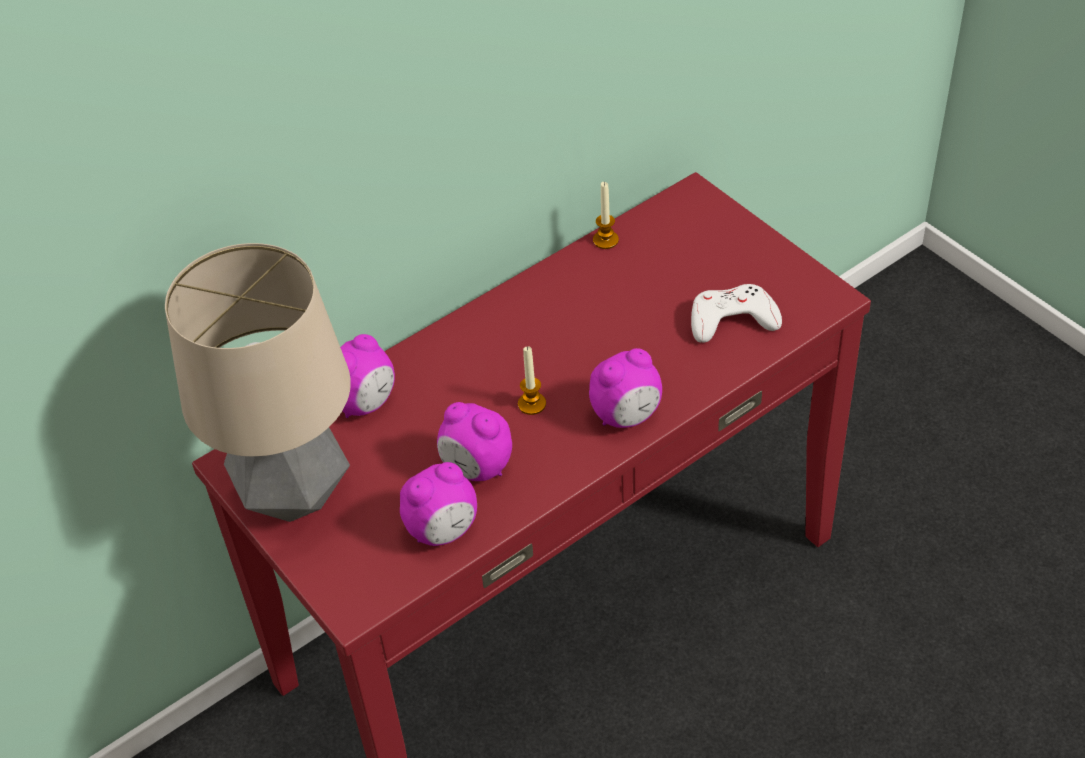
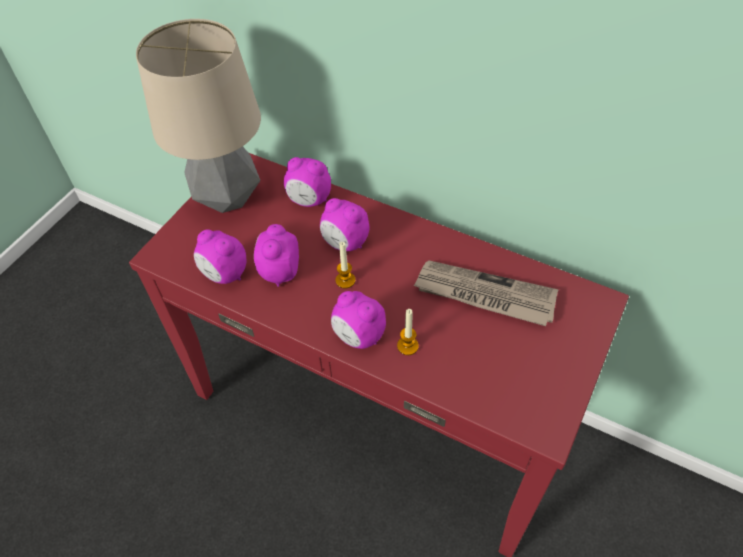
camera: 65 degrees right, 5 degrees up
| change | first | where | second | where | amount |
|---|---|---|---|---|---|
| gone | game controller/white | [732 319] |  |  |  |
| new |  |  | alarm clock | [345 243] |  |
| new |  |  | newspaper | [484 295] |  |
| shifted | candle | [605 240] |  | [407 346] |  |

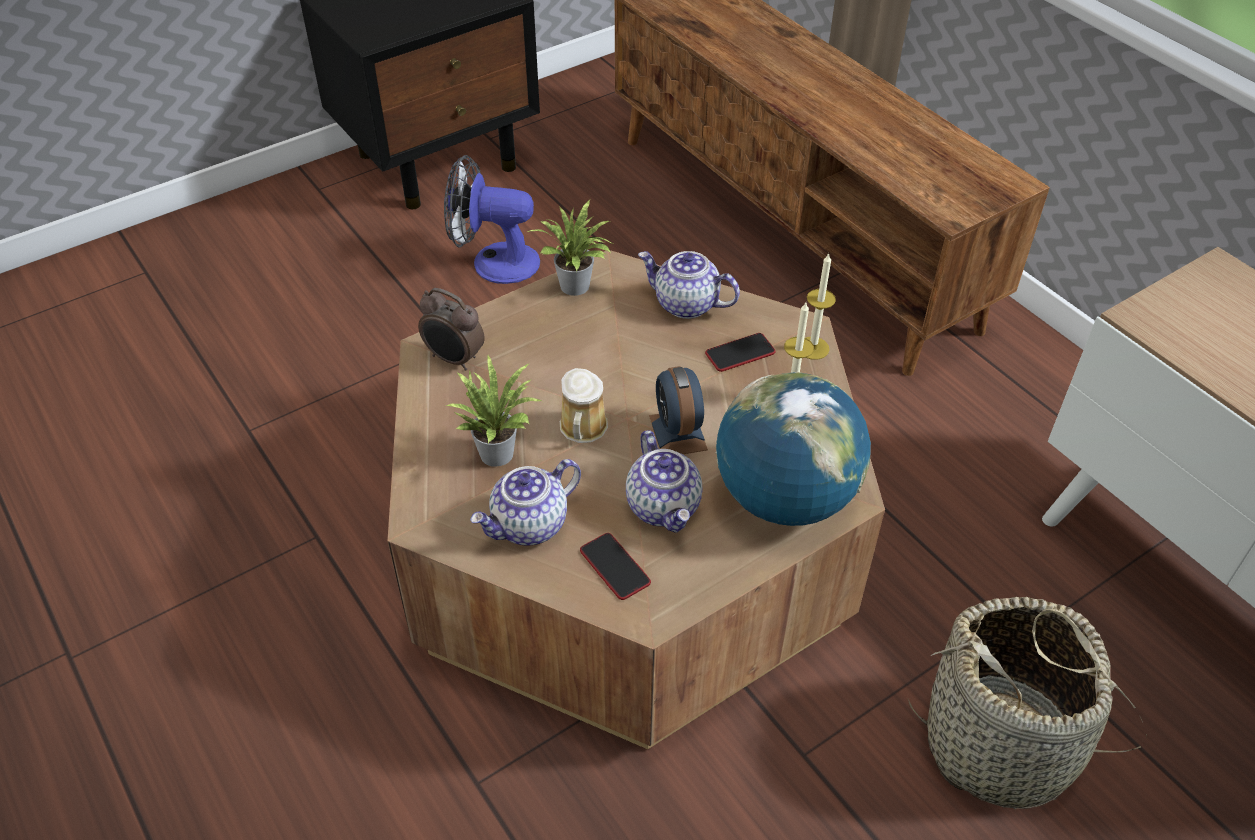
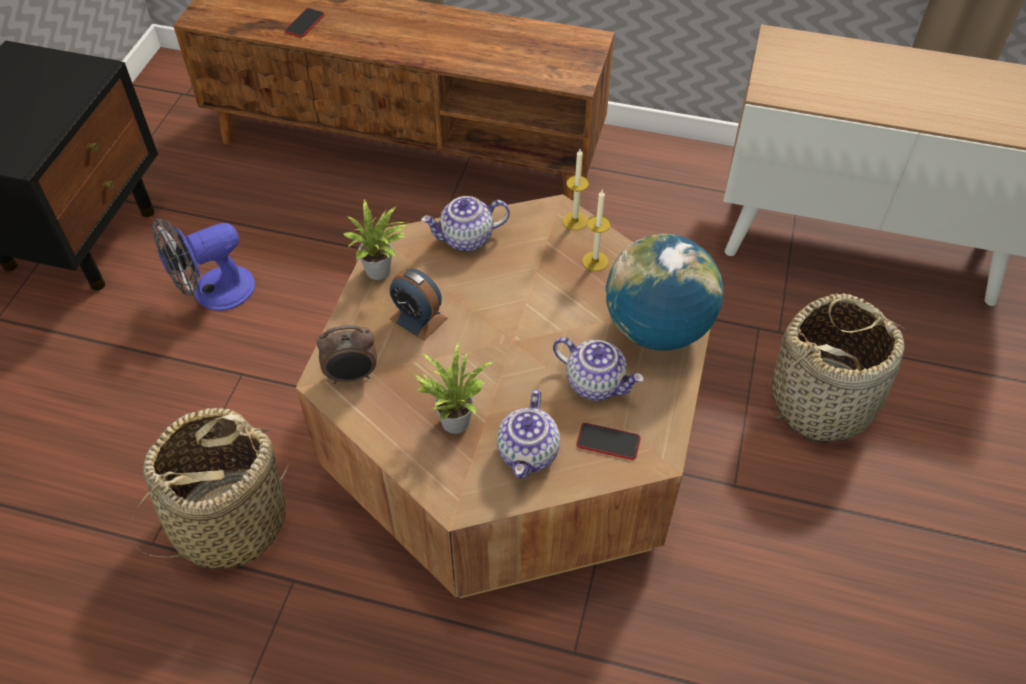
camera: 40 degrees left, 5 degrees up
| change | first | where | second | where | amount |
|---|---|---|---|---|---|
| gone | mug | [583 429] |  |  |  |
| new |  |  | basket | [229 521] |  |
| shifted | alarm clock | [677 432] |  | [418 318] |  |
| shifted | phone | [740 353] |  | [305 23] |  |

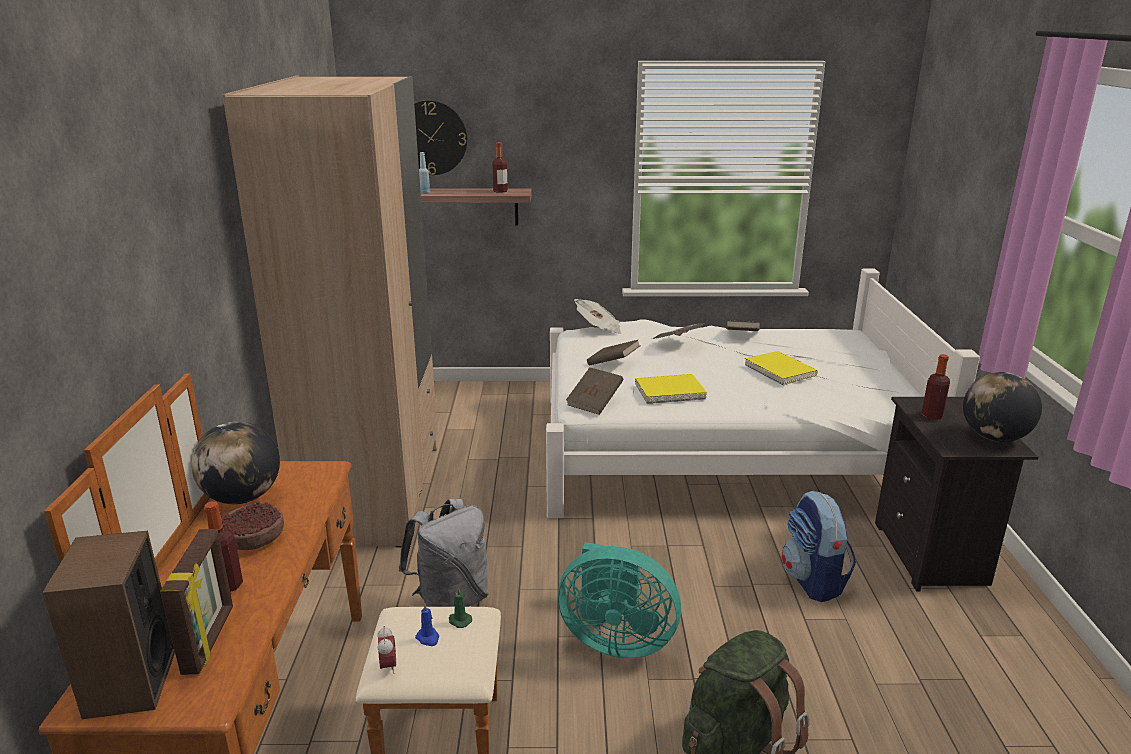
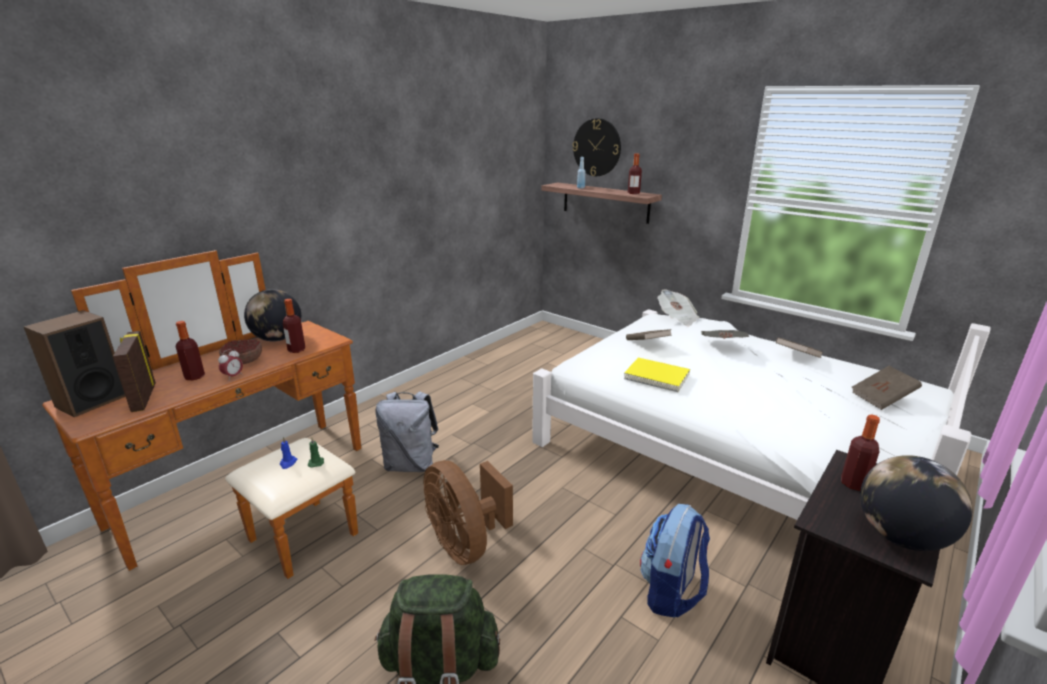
camera: 40 degrees right, 0 degrees up
| change | first | where | second | where | amount |
|---|---|---|---|---|---|
| gone | wardrobe/beige | [373 493] |  |  |  |
| gone | book/yellow | [780 371] |  |  |  |
| new |  |  | bottle | [296 350] |  |
| shifted | alarm clock | [388 666] |  | [233 376] |  |
| shifted | book/brown | [594 402] |  | [882 398] |  |
| repainted | fan/turquoise | [616 640] | fan/brown | [465 543] |  |
| rotated | picture frame | [210 640] |  | [143 398] | 120 degrees clockwise |

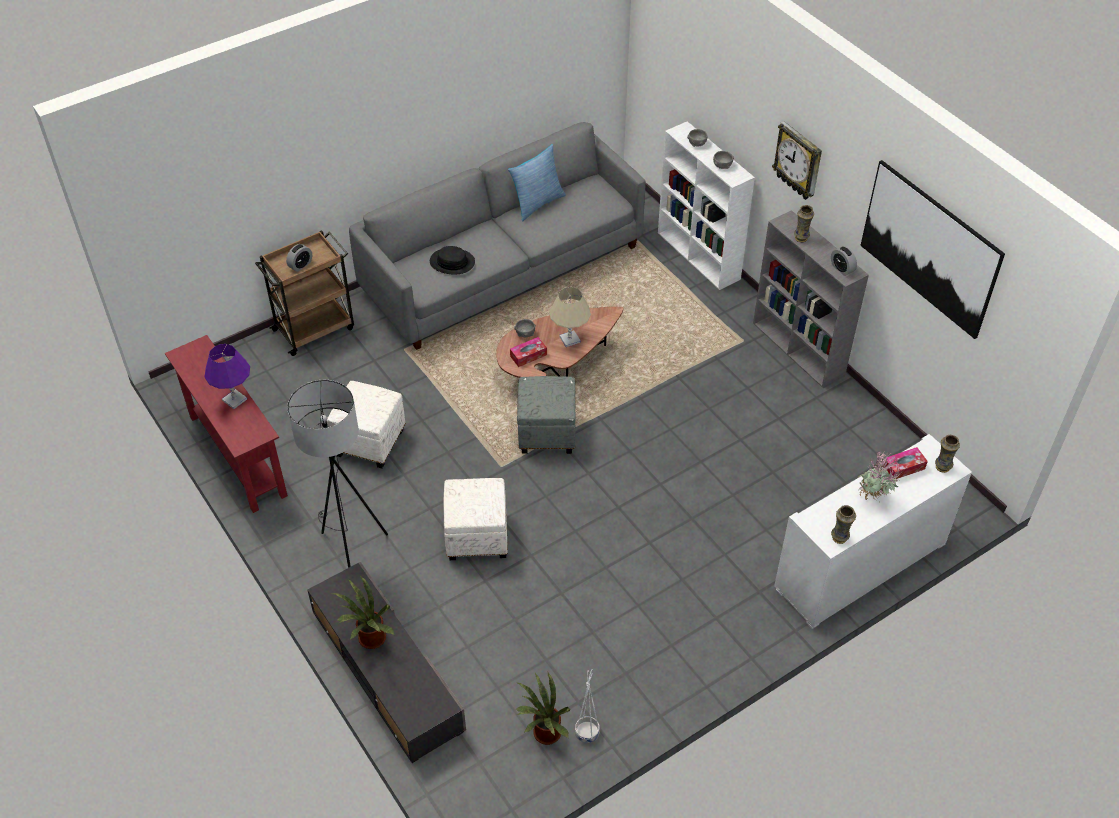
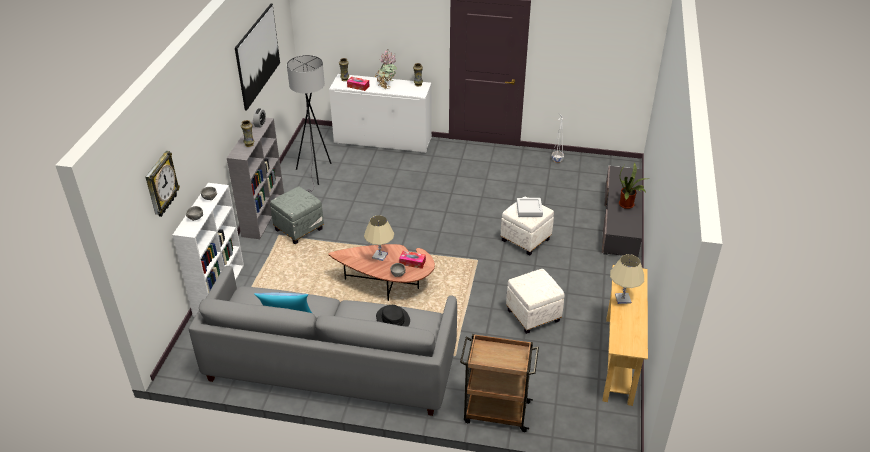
camera: 135 degrees left, 10 degrees down
| change | first | where | second | where | amount |
|---|---|---|---|---|---|
| gone | alarm clock | [300 265] |  |  |  |
| gone | potted plant | [544 733] |  |  |  |
| new |  |  | tray/grey | [529 209] |  |
| shifted | floor lamp/grey | [348 547] |  | [316 174] |  |
| shifted | ottoman/grey | [547 434] |  | [299 229] |  |
| shifted | wall clock | [798 161] |  | [160 184] |  |
| repainted | console table/red | [237 456] | console table/beige | [619 359] |  |
| repainted | table lamp/purple | [234 399] | table lamp/beige | [622 299] |  |

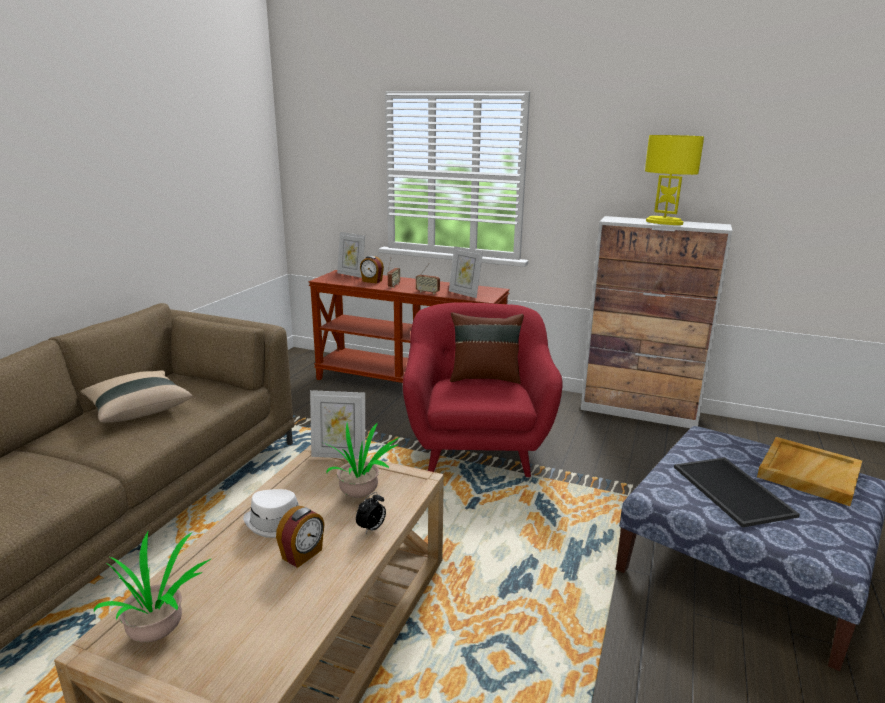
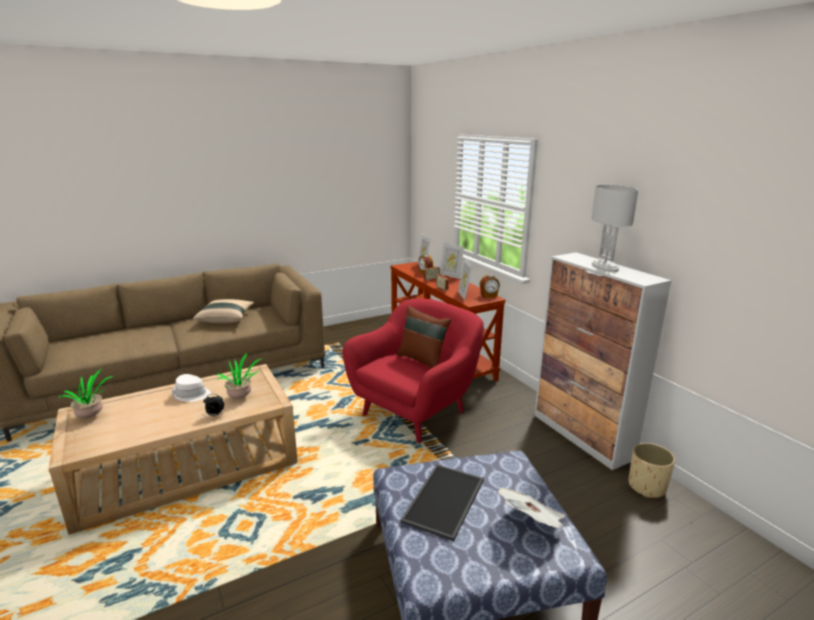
camera: 40 degrees right, 0 degrees up
| change | first | where | second | where | amount |
|---|---|---|---|---|---|
| new |  |  | planter/beige | [647 487] |  |
| shifted | alarm clock | [303 554] |  | [489 296] |  |
| shifted | picture frame | [339 455] |  | [451 275] |  |
| swapped | tray/beige | [808 473] | newspaper | [532 522] |  |
| repainted | table lamp/yellow | [663 222] | table lamp/white | [604 267] |  |

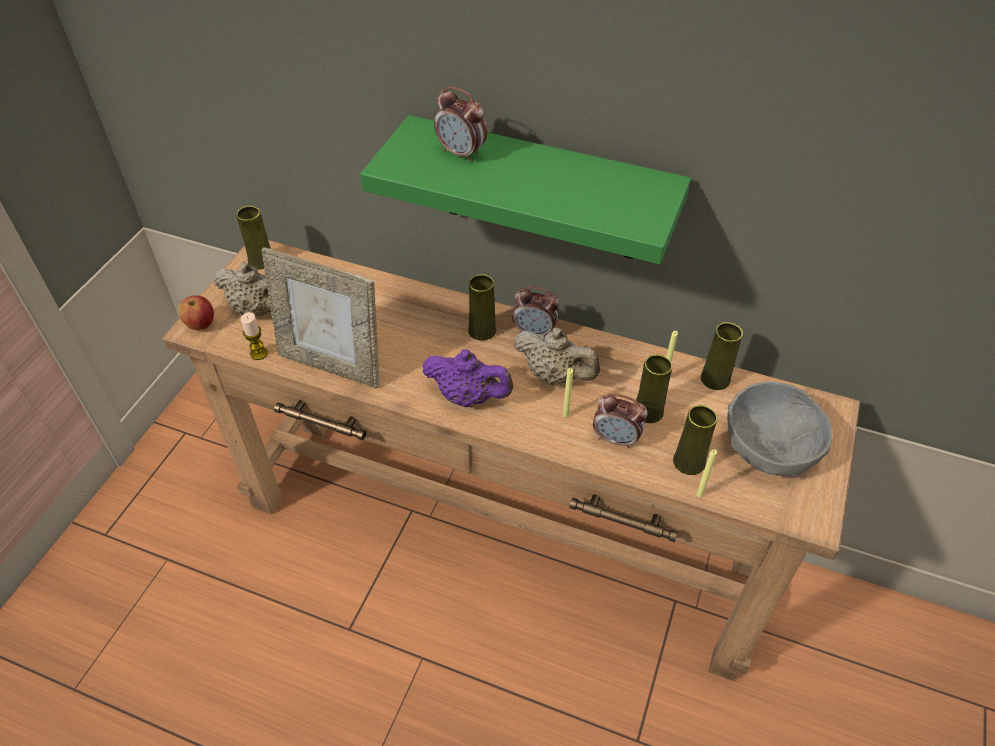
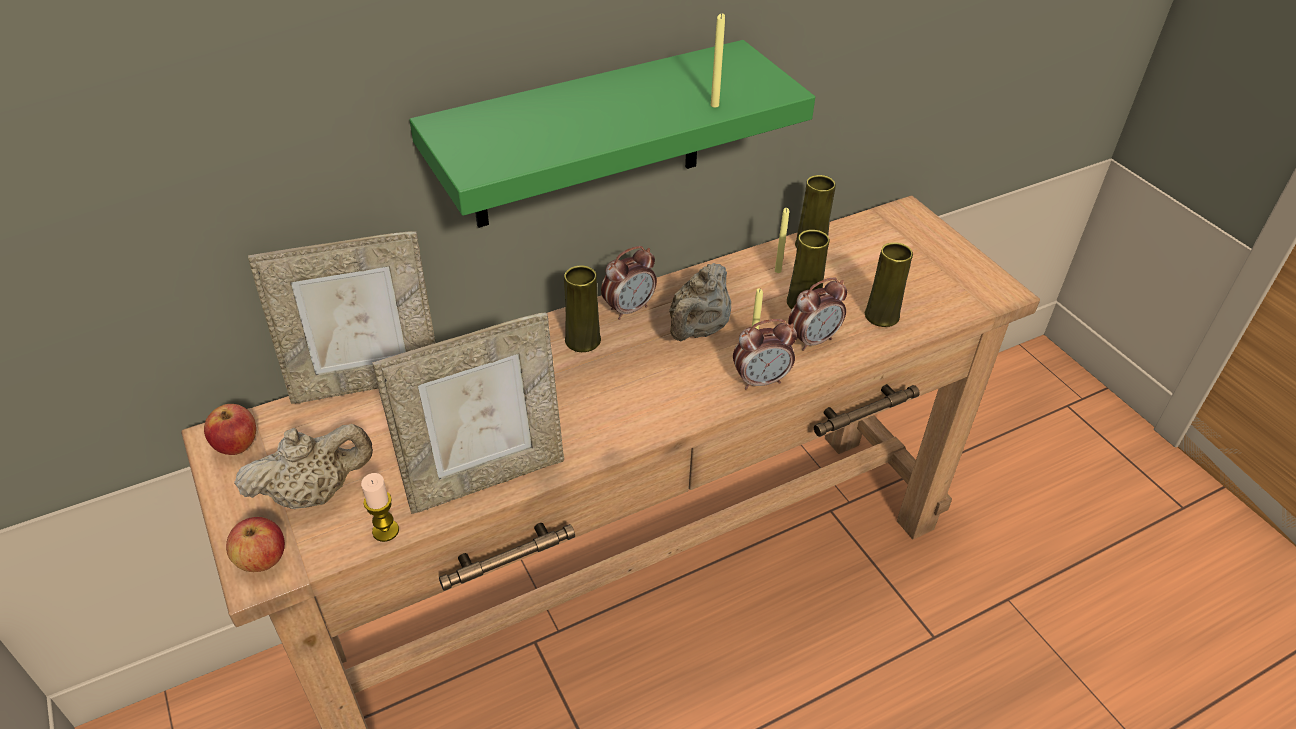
camera: 50 degrees left, 5 degrees down
| change | first | where | second | where | amount |
|---|---|---|---|---|---|
| gone | teapot/purple | [468 397] |  |  |  |
| gone | bowl/grey | [770 448] |  |  |  |
| new |  |  | picture frame | [367 382] |  |
| shifted | alarm clock | [461 153] |  | [761 380] |  |
| shifted | candle/yellow | [699 494] |  | [714 105] |  |
| swapped | vase/yellow | [261 261] | apple | [237 445] |  |
| rotated | teapot/beige | [555 375] |  | [698 330] | 135 degrees clockwise |

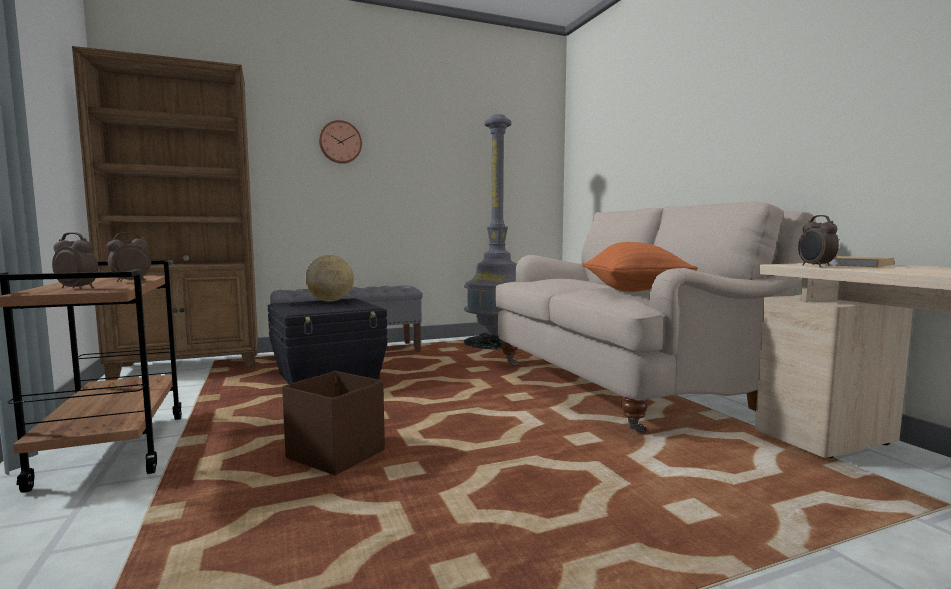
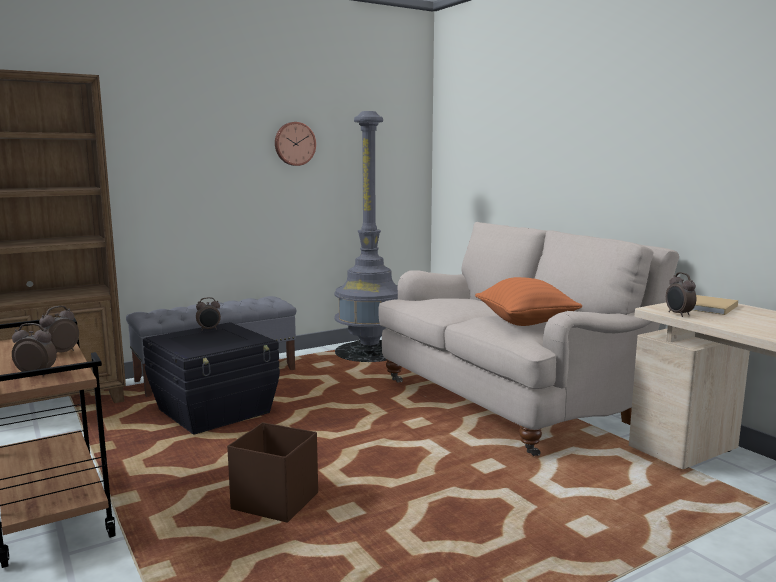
camera: 10 degrees left, 5 degrees up
| change | first | where | second | where | amount |
|---|---|---|---|---|---|
| shifted | wall clock | [340 142] |  | [294 144] |  |
| swapped | globe | [330 301] | alarm clock | [209 329] |  |

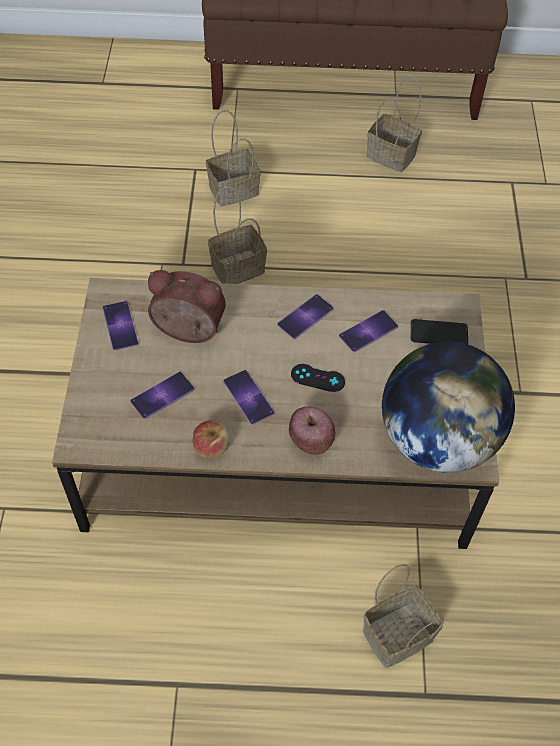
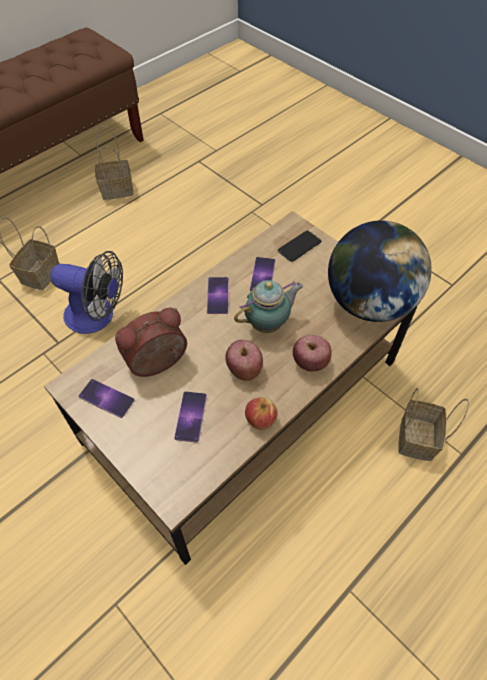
camera: 45 degrees left, 0 degrees up
| change | first | where | second | where | amount |
|---|---|---|---|---|---|
| swapped | basket | [239 267] | fan | [97 316] |  |
| swapped | phone | [248 397] | apple | [244 369] |  |
| swapped | game controller/black | [317 378] | teapot | [268 324] |  |

